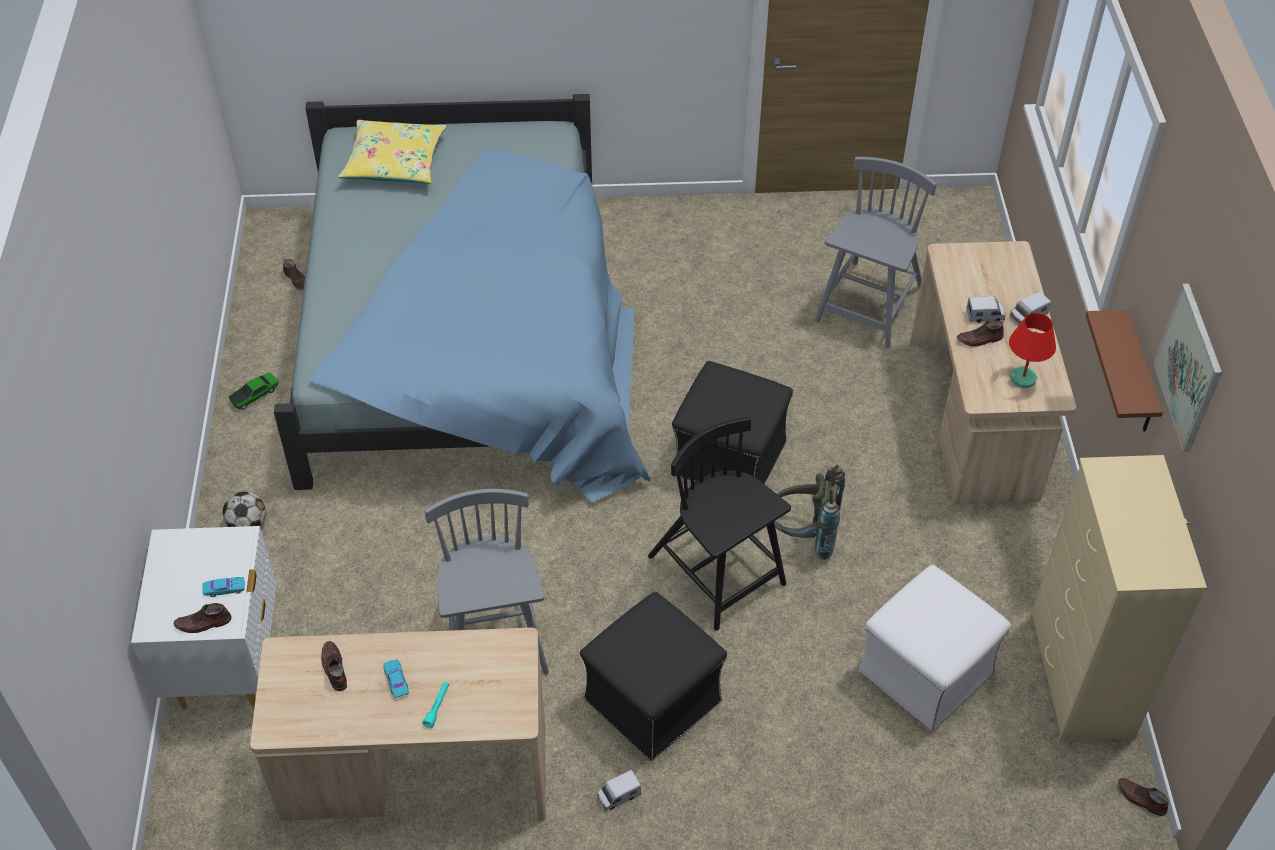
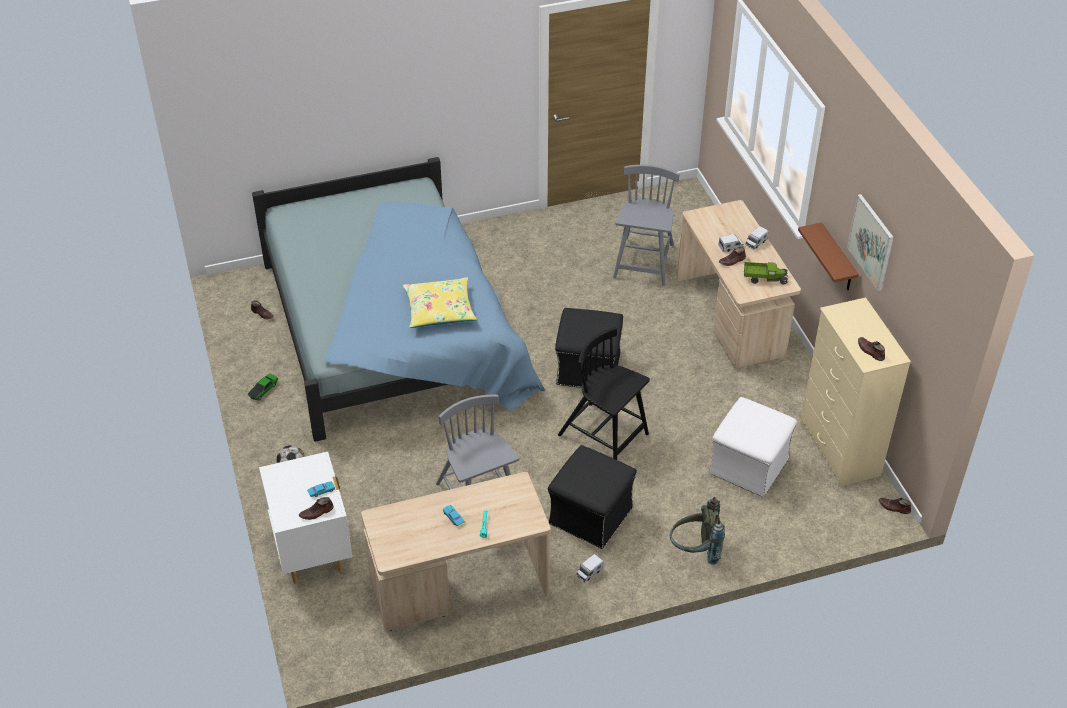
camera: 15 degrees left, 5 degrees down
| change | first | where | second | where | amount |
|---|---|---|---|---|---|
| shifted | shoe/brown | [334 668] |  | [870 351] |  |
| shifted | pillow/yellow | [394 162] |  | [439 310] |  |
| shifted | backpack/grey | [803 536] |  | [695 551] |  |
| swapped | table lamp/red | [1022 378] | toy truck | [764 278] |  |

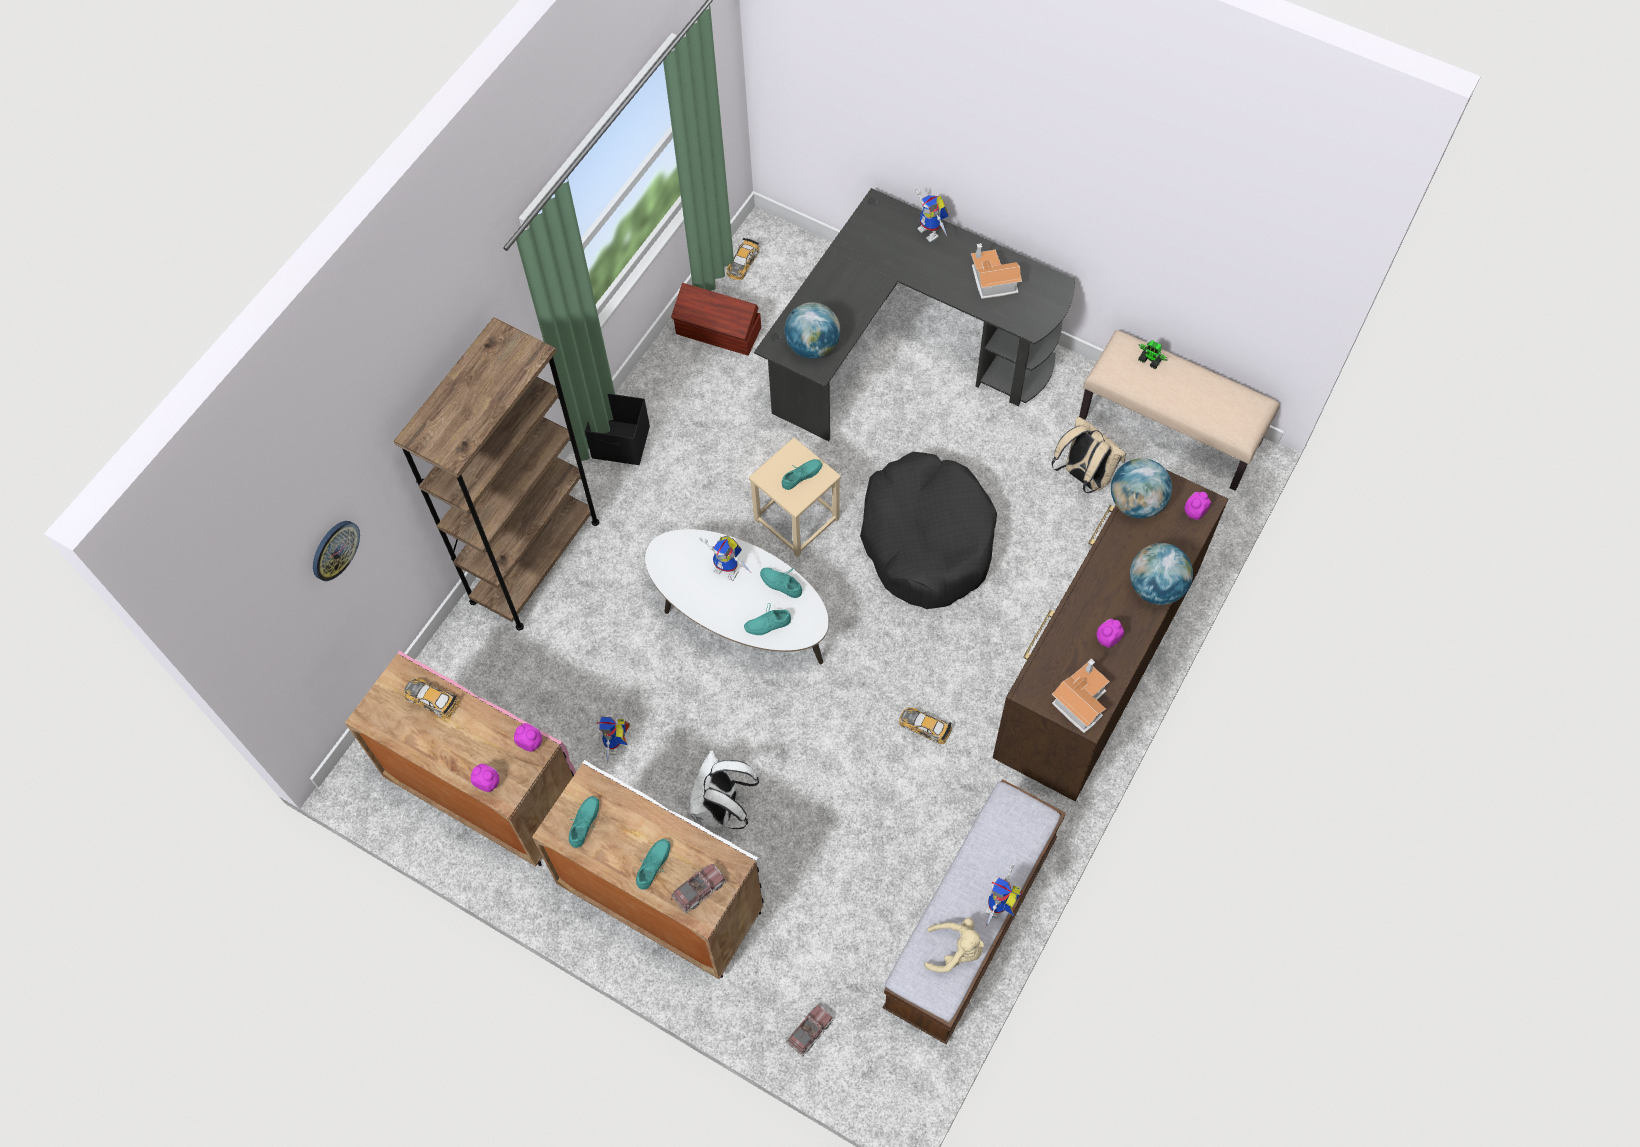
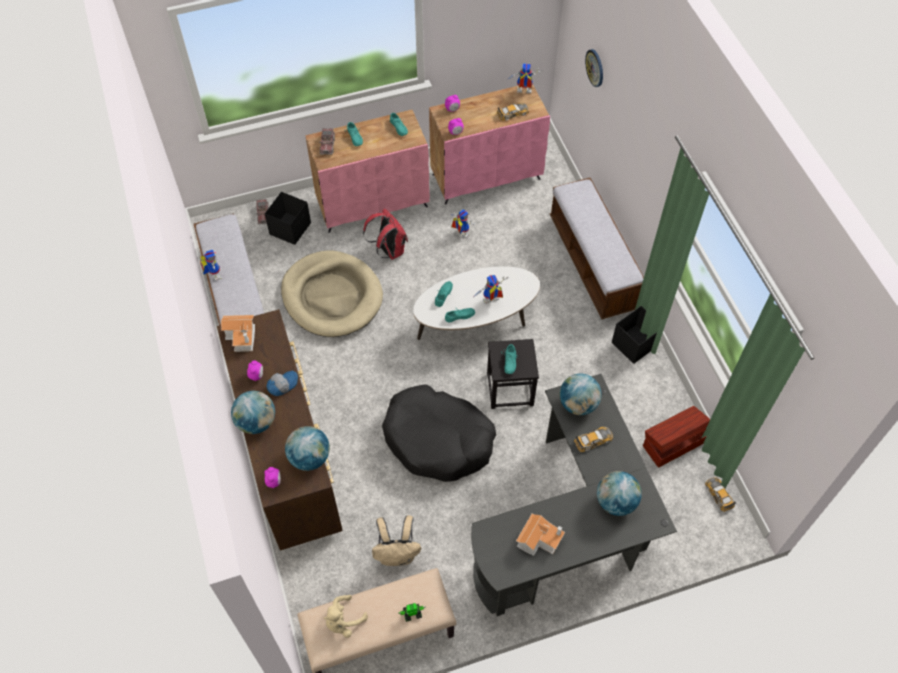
camera: 130 degrees right, 5 degrees down
| change | first | where | second | where | amount |
|---|---|---|---|---|---|
| new |  |  | storage box/black | [291 228] |  |
| new |  |  | cap | [282 384] |  |
| new |  |  | dog bed/beige | [332 296] |  |
| new |  |  | globe | [615 501] |  |
| shifted | toy car | [924 726] |  | [593 440] |  |
| shifted | toy robot | [932 232] |  | [522 92] |  |
| shifted | plush toy/beige | [956 950] |  | [343 621] |  |
| swapped | bookcase/brown | [535 561] | bench | [592 263] |  |
| repainted | cabinet/white | [660 898] | cabinet/pink | [373 203] |  |
| repainted | backpack/white | [721 808] | backpack/red | [389 250] |  |
| repainted | stool/beige | [796 519] | stool/black | [510 388] |  |

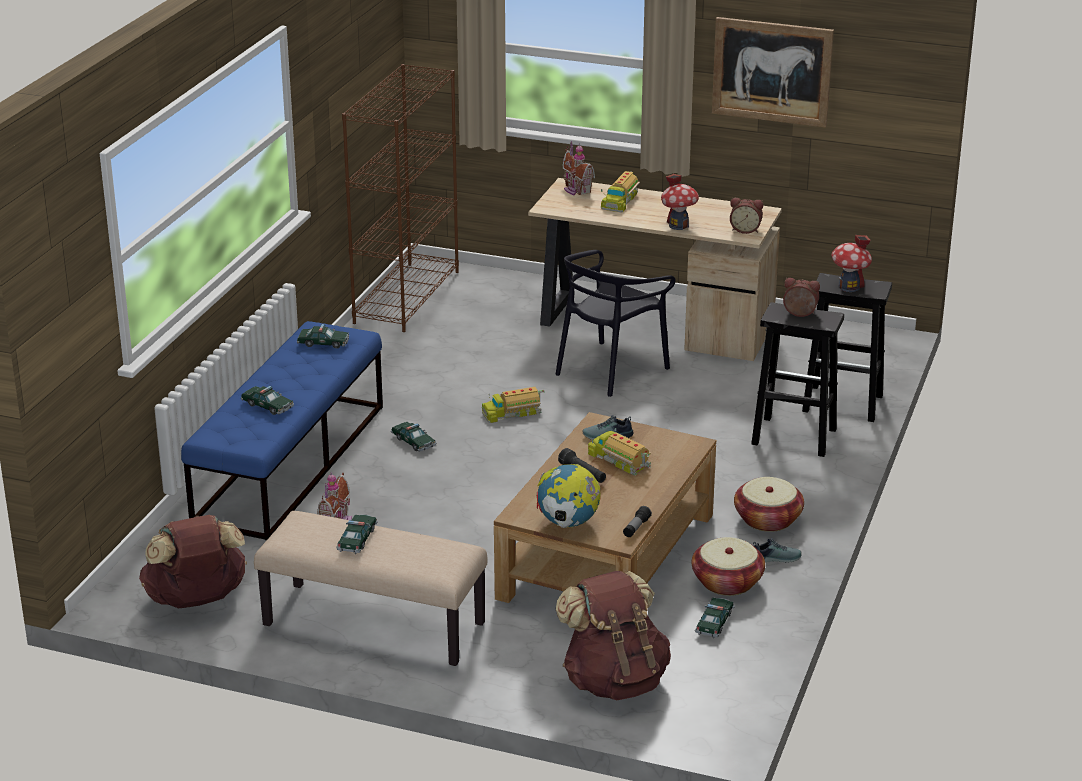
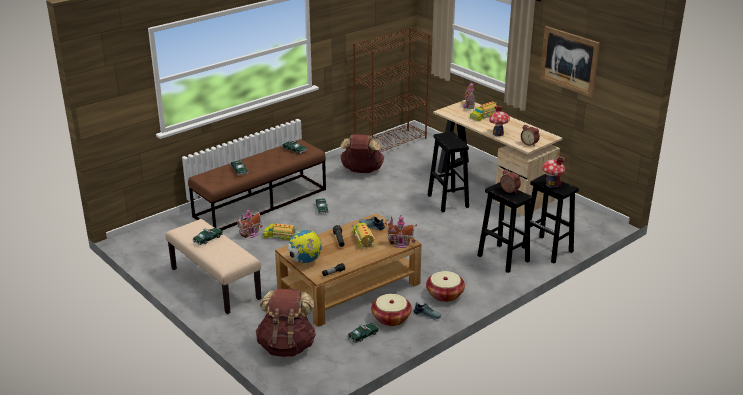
camera: 30 degrees right, 0 degrees up
| change | first | where | second | where | amount |
|---|---|---|---|---|---|
| new |  |  | toy house | [400 244] |  |
| shifted | backpack/brown | [196 600] |  | [361 171] |  |
| shifted | toy truck | [512 412] |  | [280 236] |  |
| swapped | chair/black | [610 369] | stool/black | [447 201] |  |
| repainted | bench/blue | [291 462] | bench/brown | [261 203] |  |

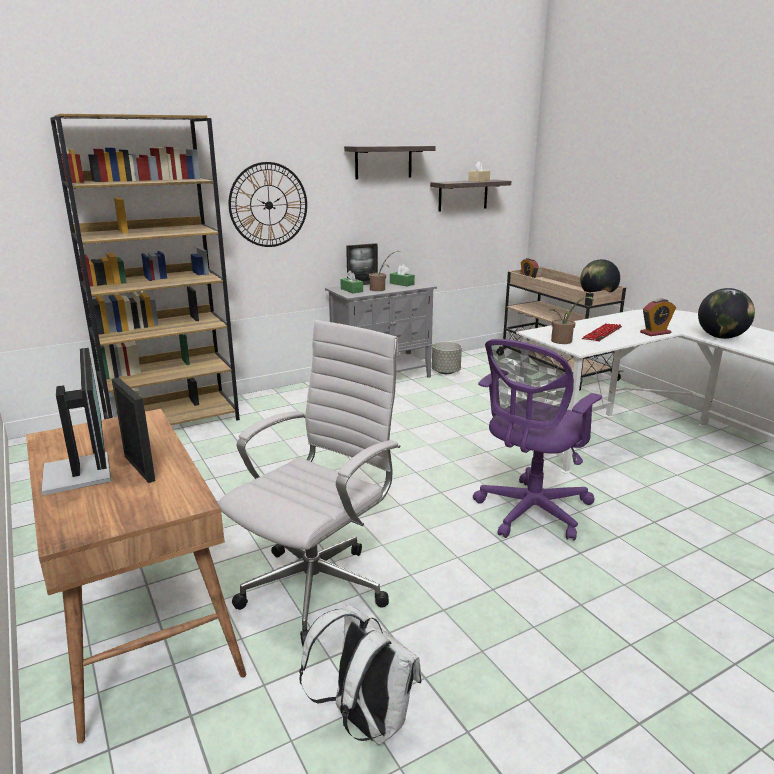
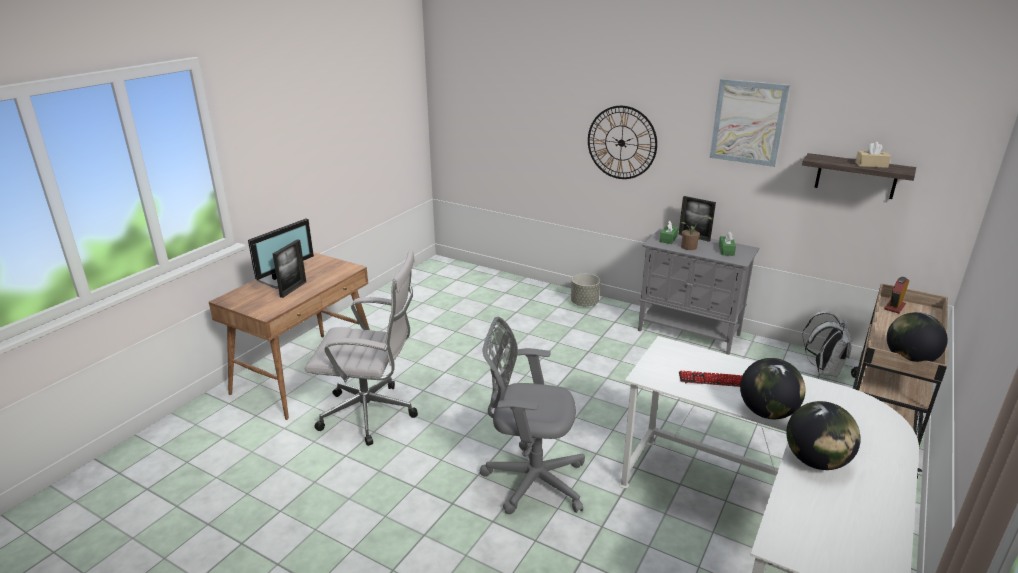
camera: 60 degrees right, 5 degrees up
| change | first | where | second | where | amount |
|---|---|---|---|---|---|
| gone | bookcase/brown | [173 421] |  |  |  |
| gone | potted plant | [563 342] |  |  |  |
| shifted | backpack/white | [365 721] |  | [823 370] |  |
| shifted | planter/grey | [446 372] |  | [584 303] |  |
| swapped | shelf | [383 162] | picture | [748 122] |  |
| swapped | alarm clock | [655 333] | globe | [767 413] |  |
| repainted | office chair/purple | [530 513] | office chair/grey | [530 480] |  |

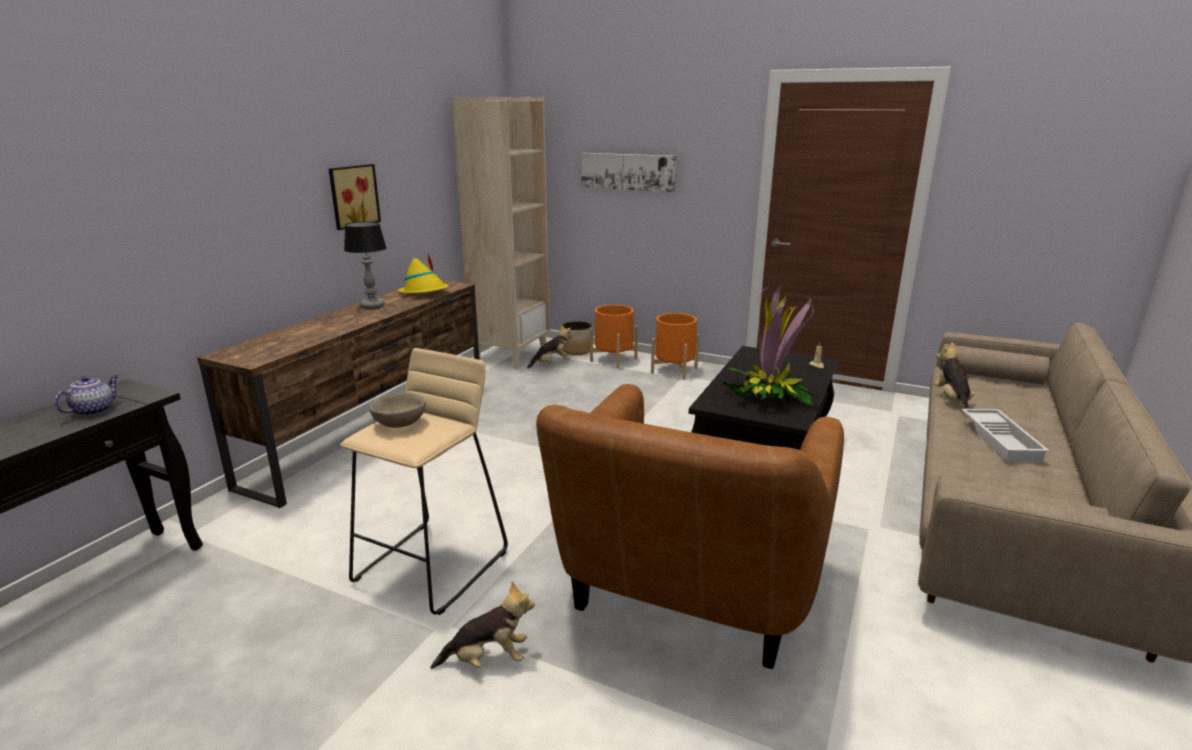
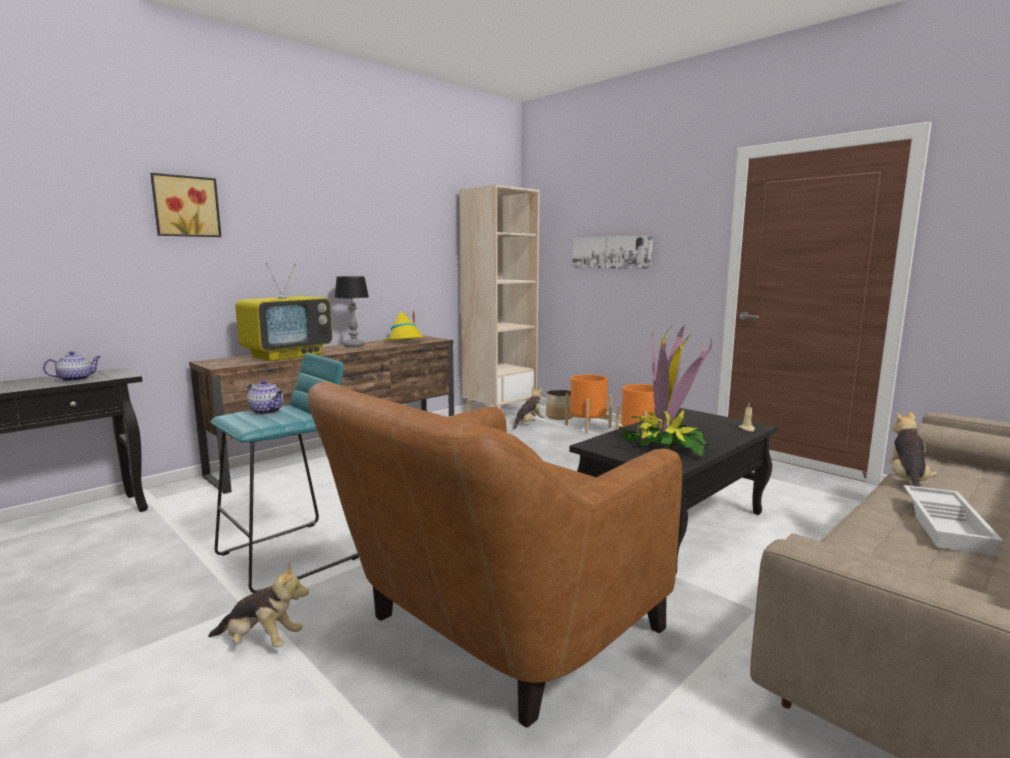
camera: 20 degrees right, 10 degrees down
| change | first | where | second | where | amount |
|---|---|---|---|---|---|
| new |  |  | television | [288 355] |  |
| shifted | picture | [352 196] |  | [186 206] |  |
| swapped | bowl/beige | [400 423] | teapot | [267 412] |  |
| repainted | stool/beige | [433 565] | stool/turquoise | [291 555] |  |
| rotated | plush toy | [552 364] |  | [528 424] | 45 degrees counterclockwise |

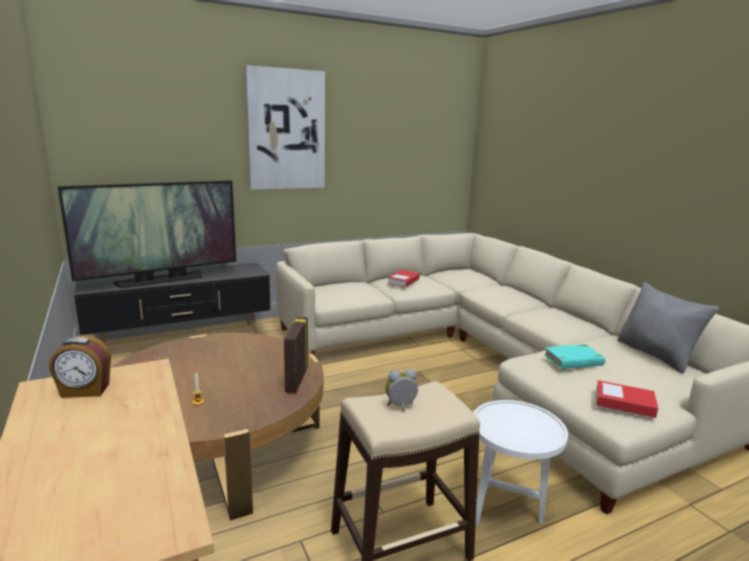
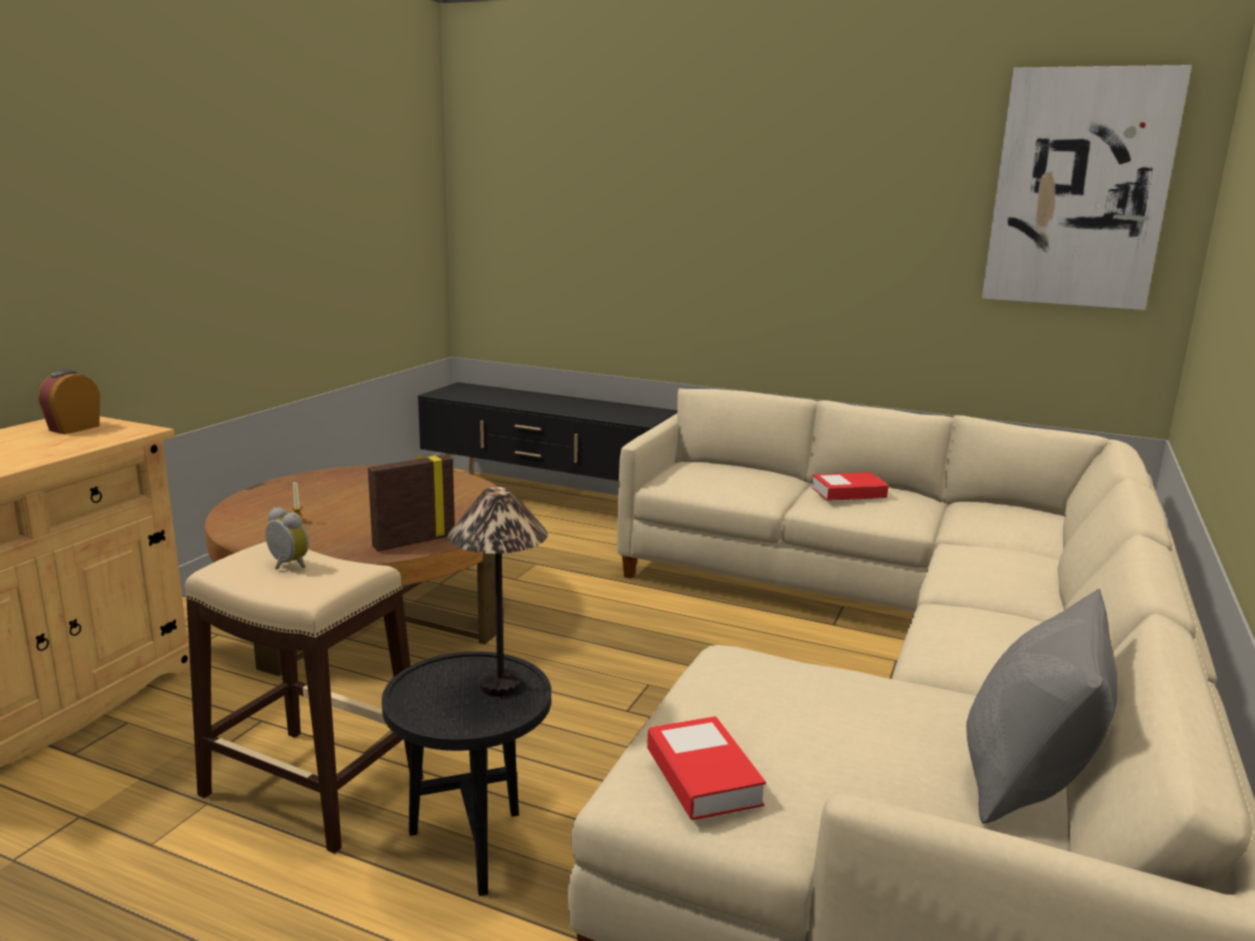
camera: 50 degrees right, 0 degrees up
| change | first | where | second | where | amount |
|---|---|---|---|---|---|
| gone | television | [161 280] |  |  |  |
| gone | book/turquoise | [573 360] |  |  |  |
| new |  |  | table lamp | [501 685] |  |
| shifted | picture | [286 130] |  | [1079 189] |  |
| repainted | side table/white | [507 511] | side table/black | [472 851] |  |
| rotated | alarm clock | [85 391] |  | [73 428] | 75 degrees clockwise |

